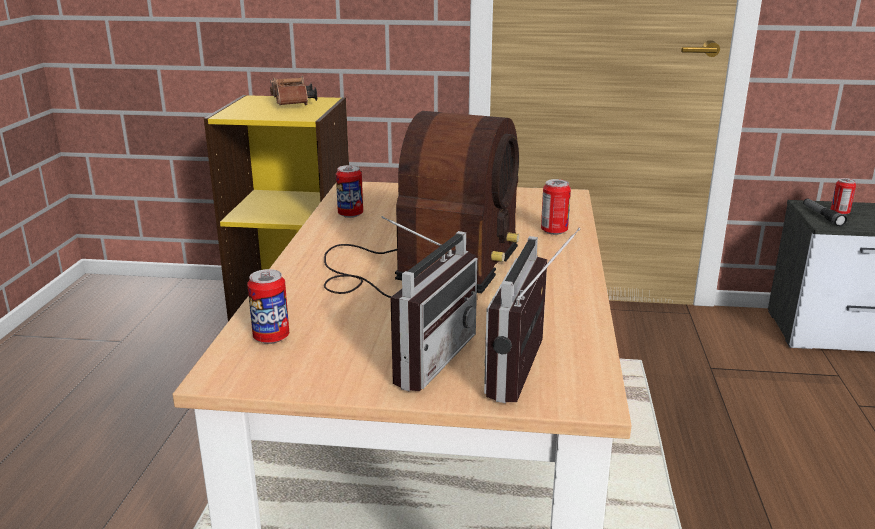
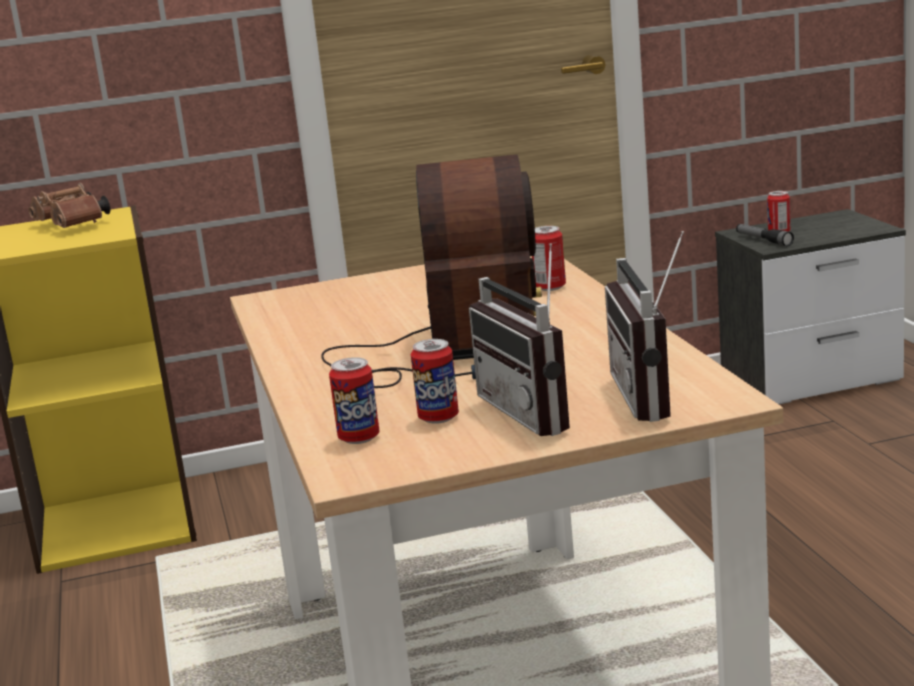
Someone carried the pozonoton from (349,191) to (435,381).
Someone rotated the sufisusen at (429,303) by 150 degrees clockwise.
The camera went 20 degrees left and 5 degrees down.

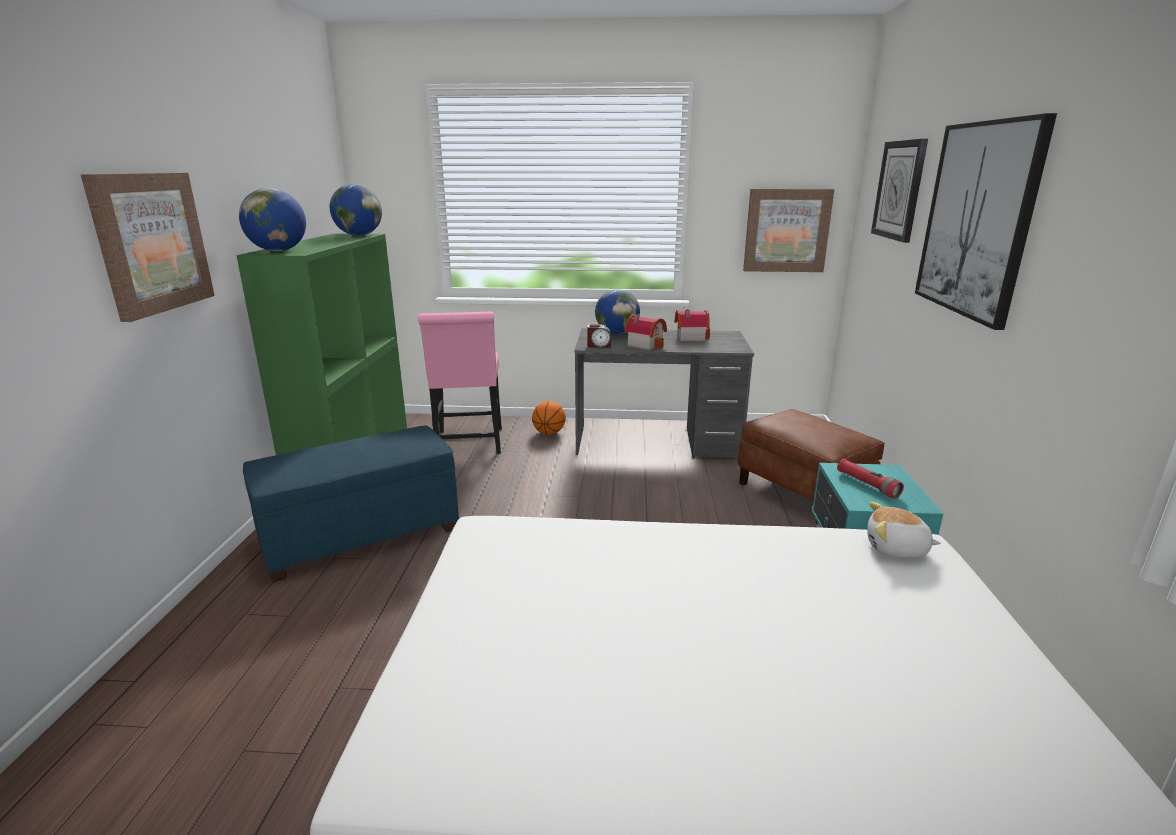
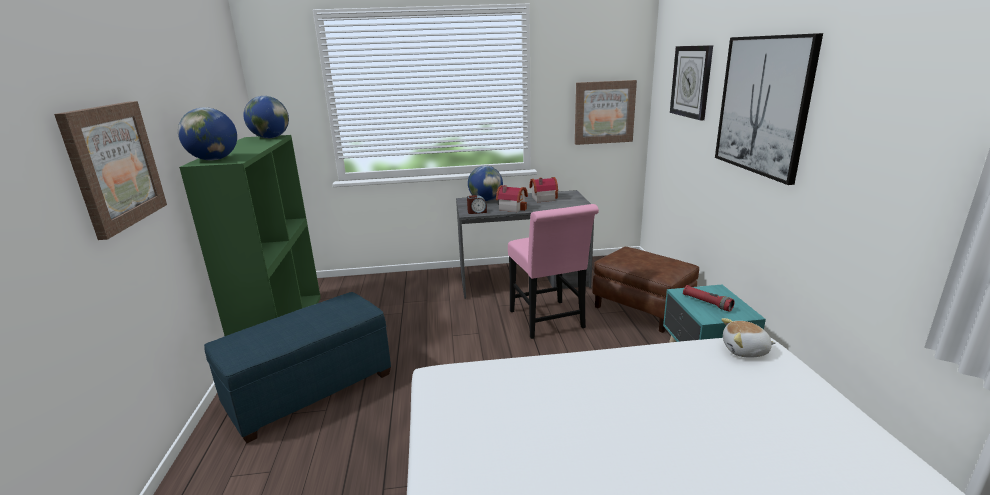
Someone took away the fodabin at (549,418).
Someone carried the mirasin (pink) from (460,383) to (553,271).
The camera went 10 degrees left and 0 degrees up.

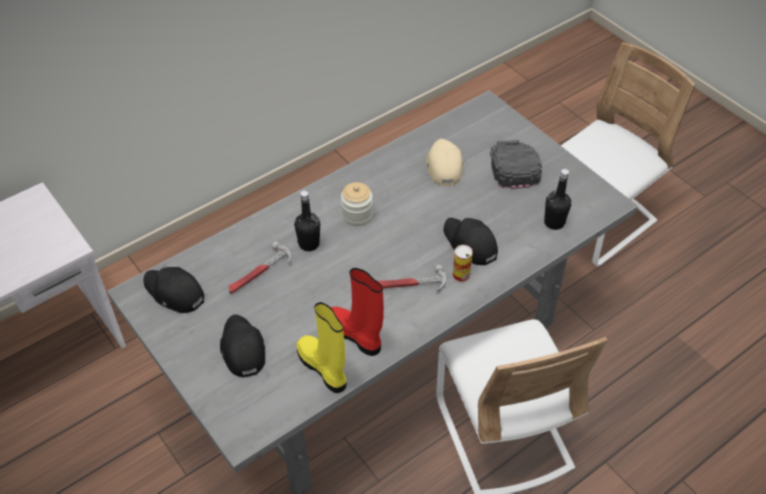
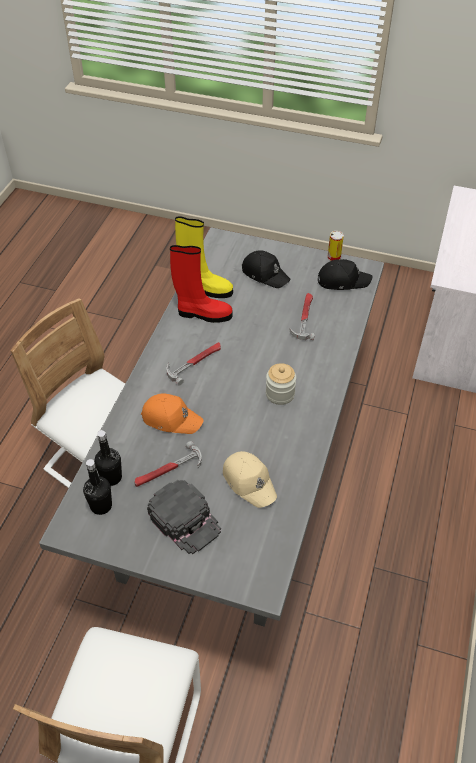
Someone put down the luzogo at (168,464).
Someone carried the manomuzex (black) from (307,220) to (97,487).
Someone carried the pozonoton from (463,264) to (335,246).
Someone repainted the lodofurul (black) at (471,241), which became the lodofurul (orange) at (172,413).
The camera went 145 degrees right and 0 degrees up.

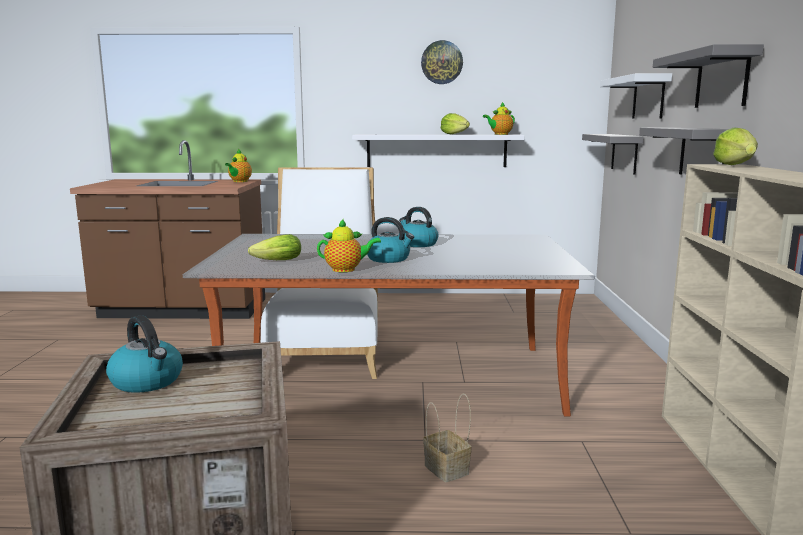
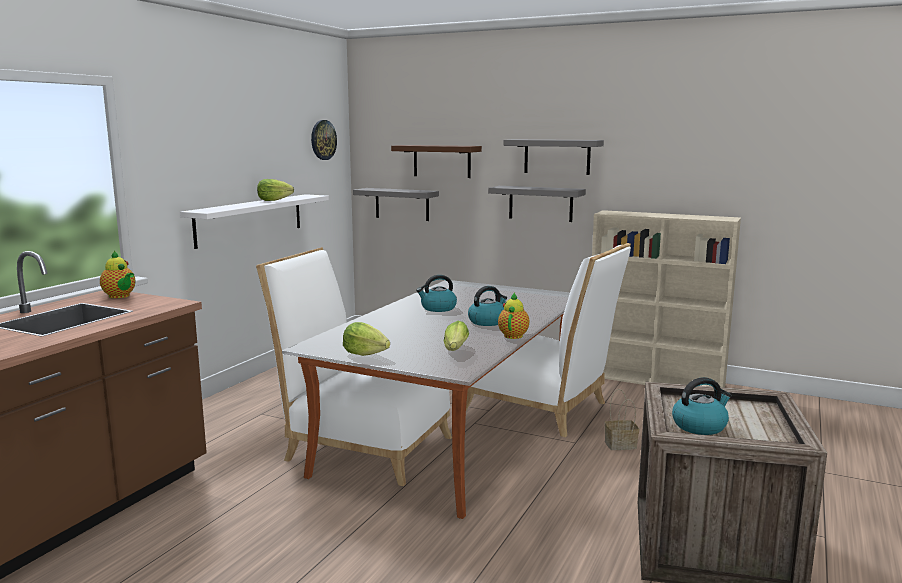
Someone took away the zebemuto at (499,118).
Someone put down the mirasin (white) at (548,340).
Someone carried the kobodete from (442,62) to (324,140).
Someone carried the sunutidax from (735,146) to (366,339).
Someone repainted the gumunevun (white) at (636,96), which became the gumunevun (brown) at (436,161).
The camera went 65 degrees left and 0 degrees up.

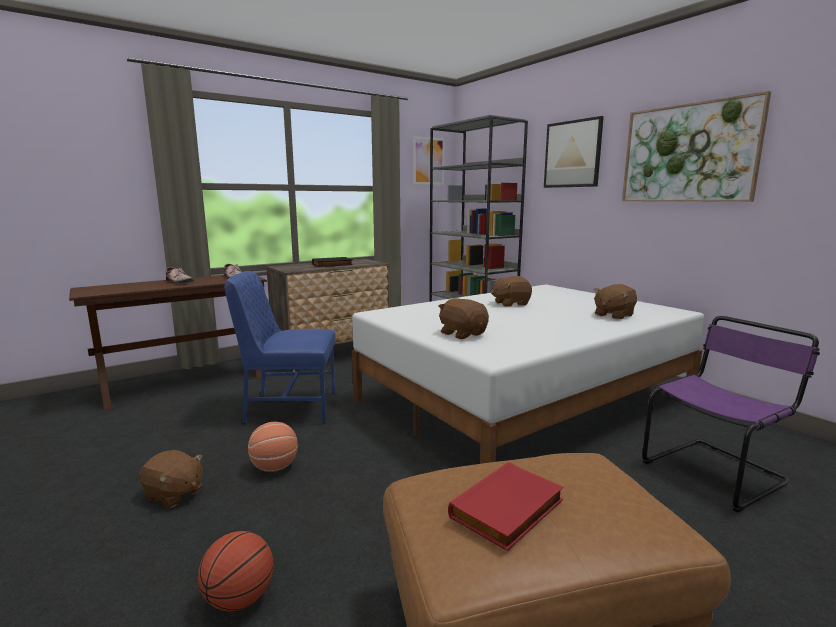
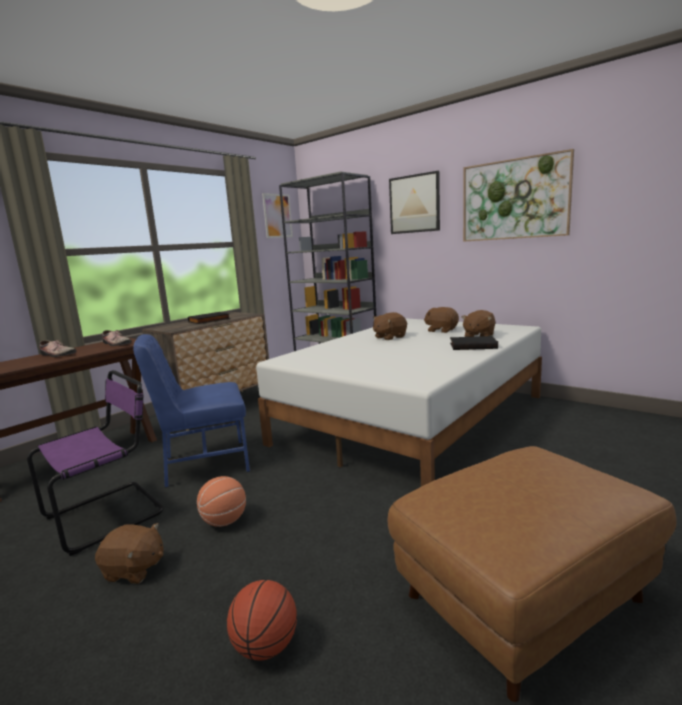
Someone took away the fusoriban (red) at (506,506).
Someone put down the fusoriban (black) at (474,343).
Someone carried the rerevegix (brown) from (463,318) to (441,320).
Someone carried the mirasin (purple) from (731,414) to (95,463).
The camera went 15 degrees left and 0 degrees up.

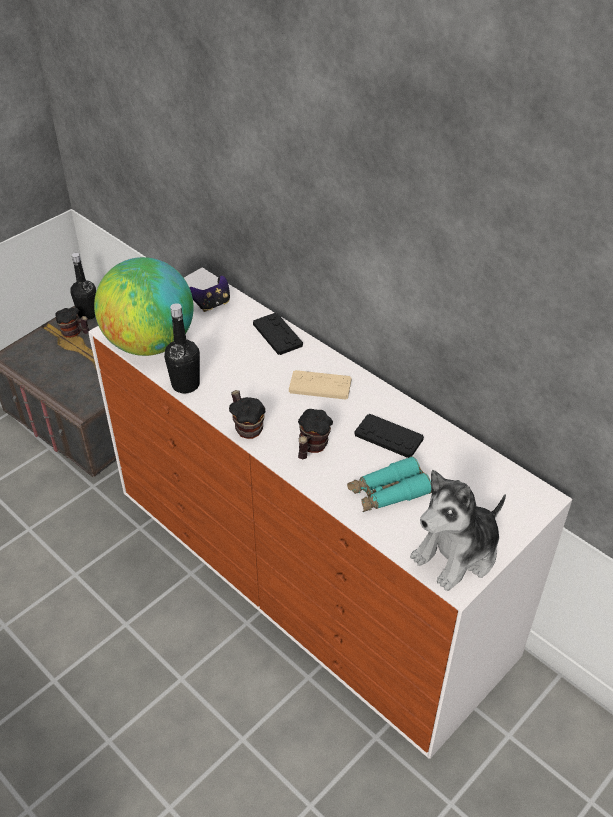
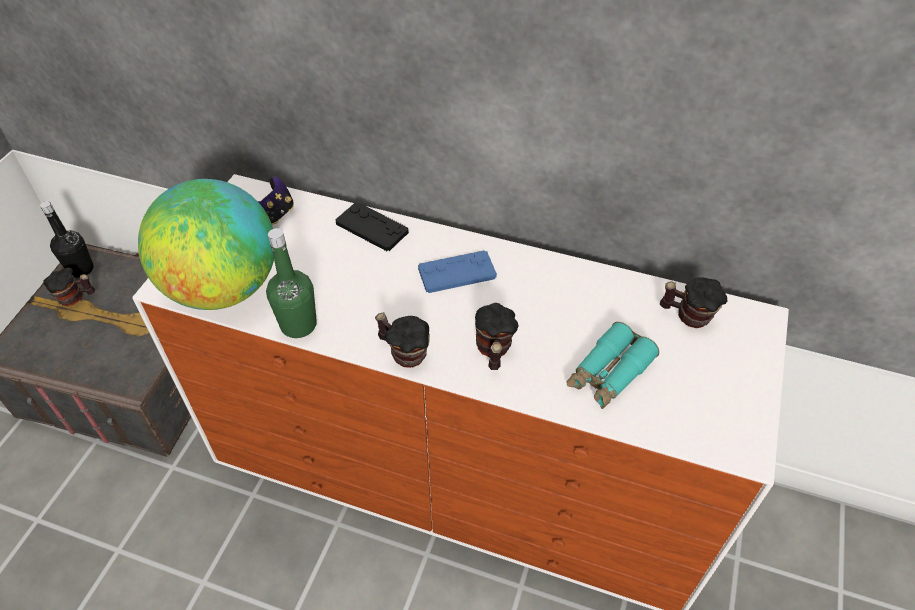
Someone took away the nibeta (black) at (389,436).
Someone took away the rerevegix at (458,530).
Someone put down the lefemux at (693,302).
Someone repainted the manomuzex (black) at (182,348), which became the manomuzex (green) at (291,283).
Someone repainted the nibeta (beige) at (320,385), which became the nibeta (blue) at (457,271).
The camera went 25 degrees left and 5 degrees up.

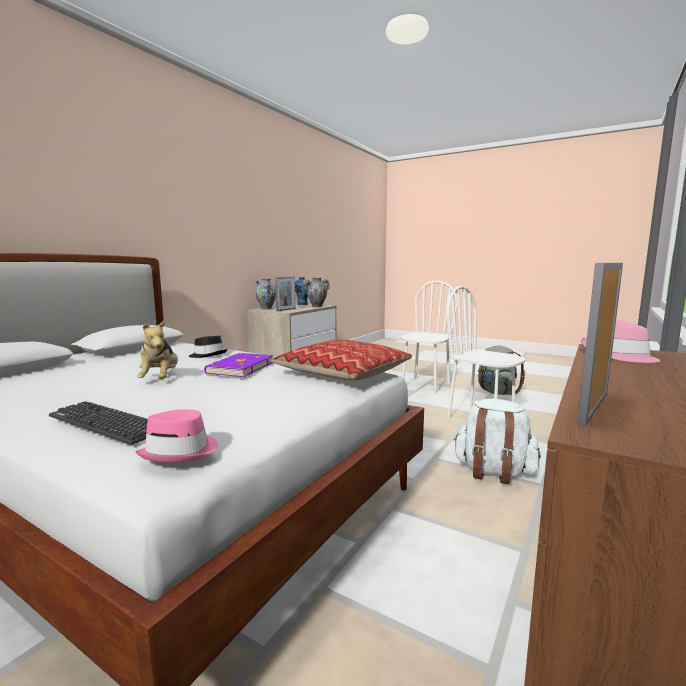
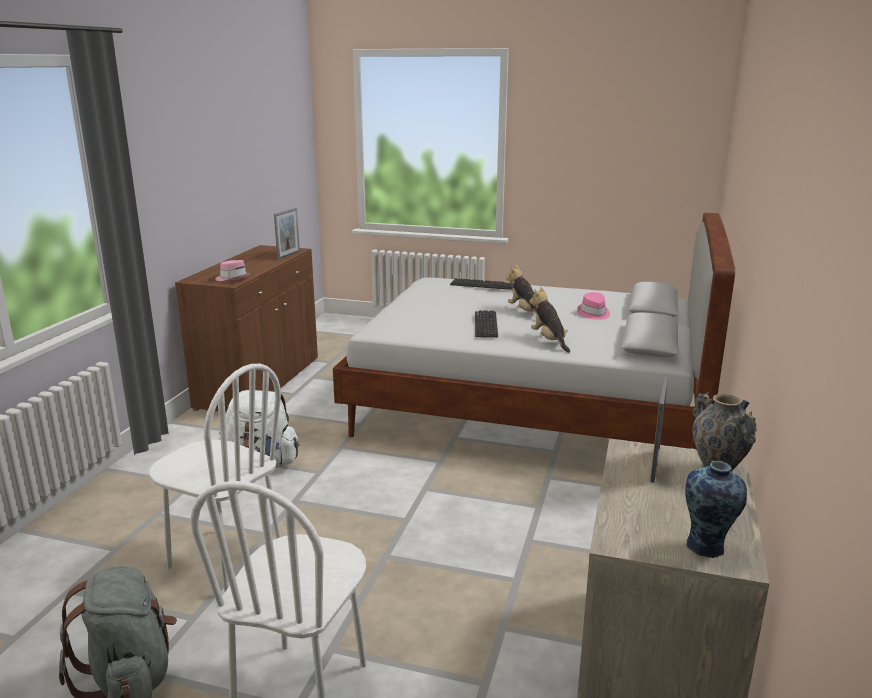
Someone took away the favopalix at (341,360).
Someone took away the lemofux at (317,292).
Someone carried the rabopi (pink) from (176,436) to (593,306).
Someone swapped the rabopi (black) at (208,346) for the rerevegix at (550,320).
Someone swapped the fusoriban (purple) at (239,365) for the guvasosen at (486,324).
The camera went 165 degrees right and 10 degrees up.

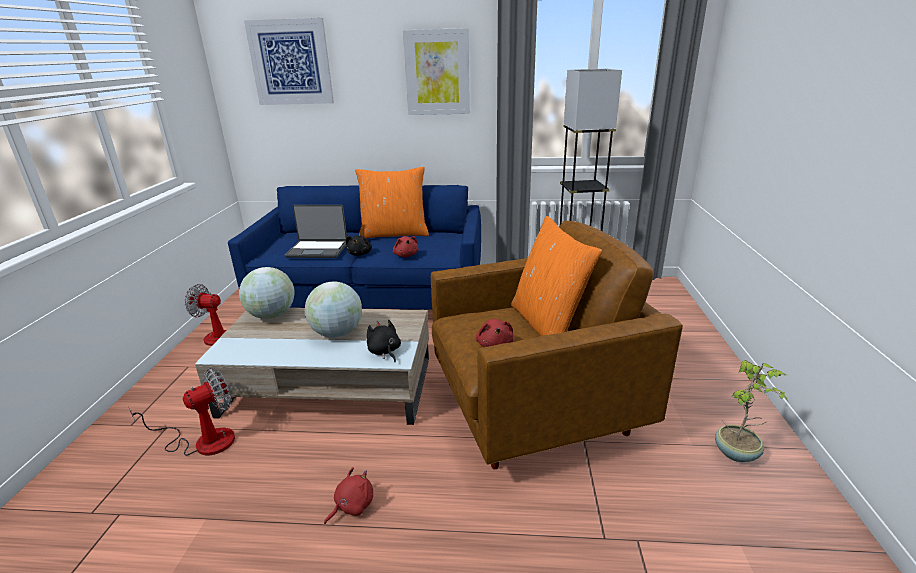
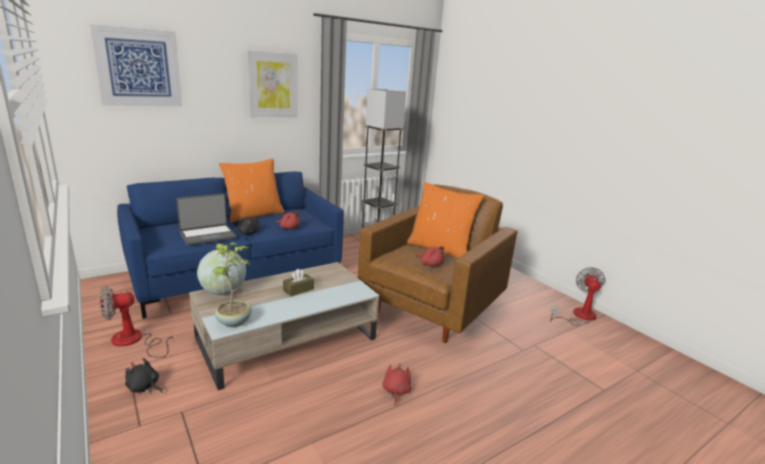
Someone carried the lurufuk from (182,412) to (577,296).
Someone carried the rerevegix (black) from (384,341) to (144,376).
Someone carried the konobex from (751,411) to (231,284).
Someone swapped the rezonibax at (333,310) for the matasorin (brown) at (298,282).
The camera went 40 degrees left and 5 degrees down.

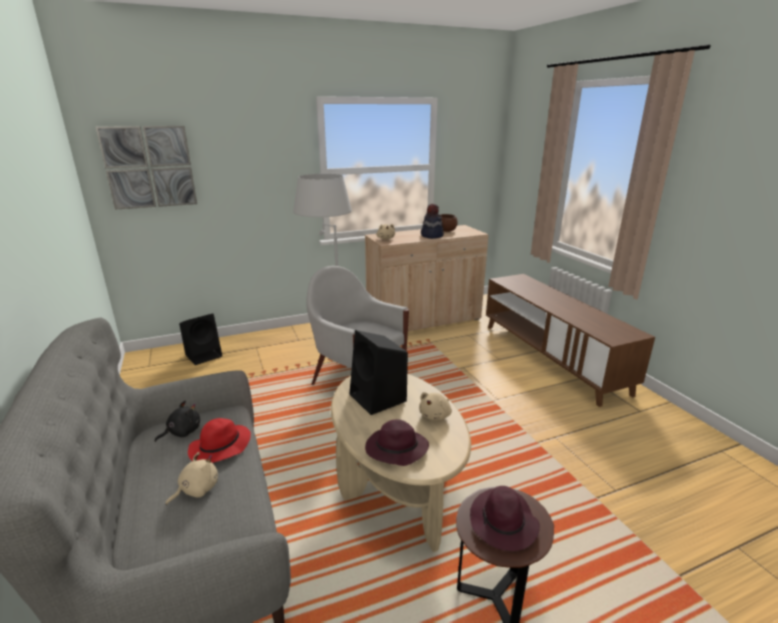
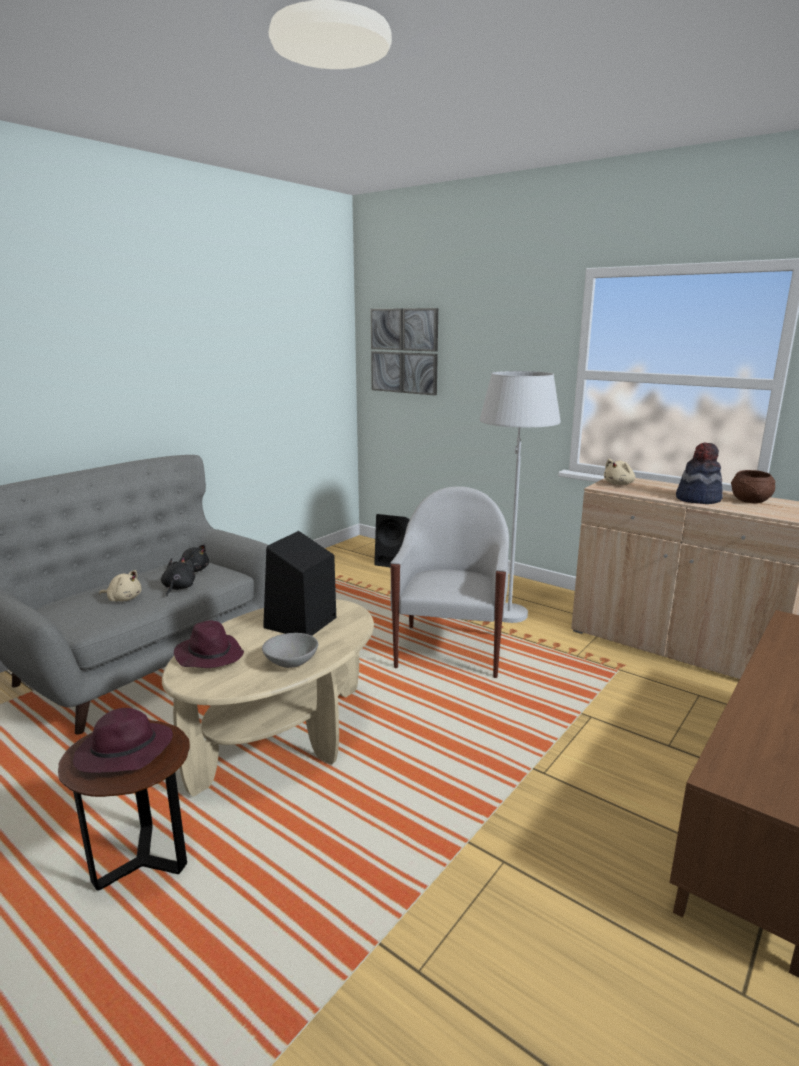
Someone swapped the rabopi (red) at (219,440) for the rerevegix (black) at (178,577).
Someone swapped the rerevegix (beige) at (435,406) for the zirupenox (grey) at (290,650).
The camera went 60 degrees right and 5 degrees down.

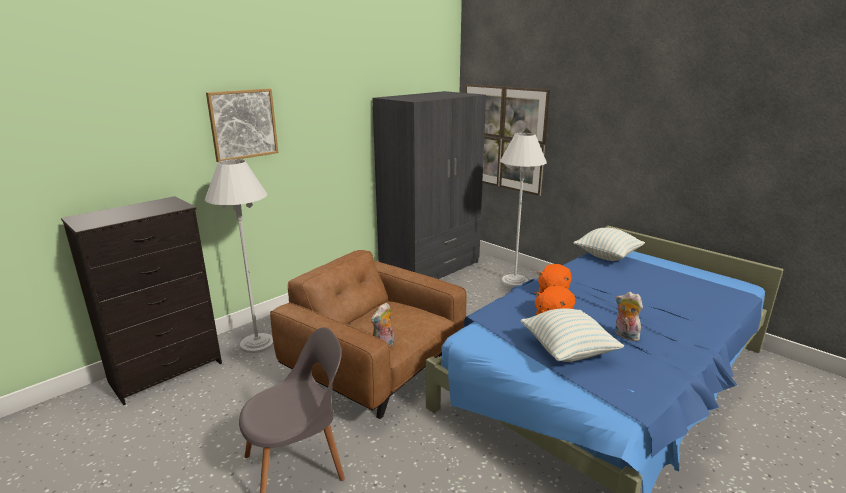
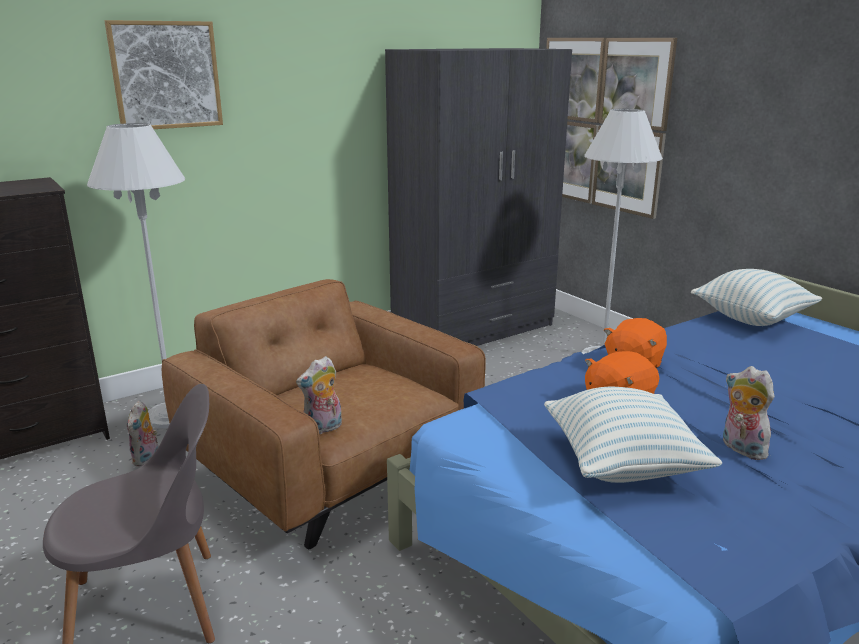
Someone put down the rerevegix at (142,433).
The camera went 10 degrees right and 0 degrees up.

